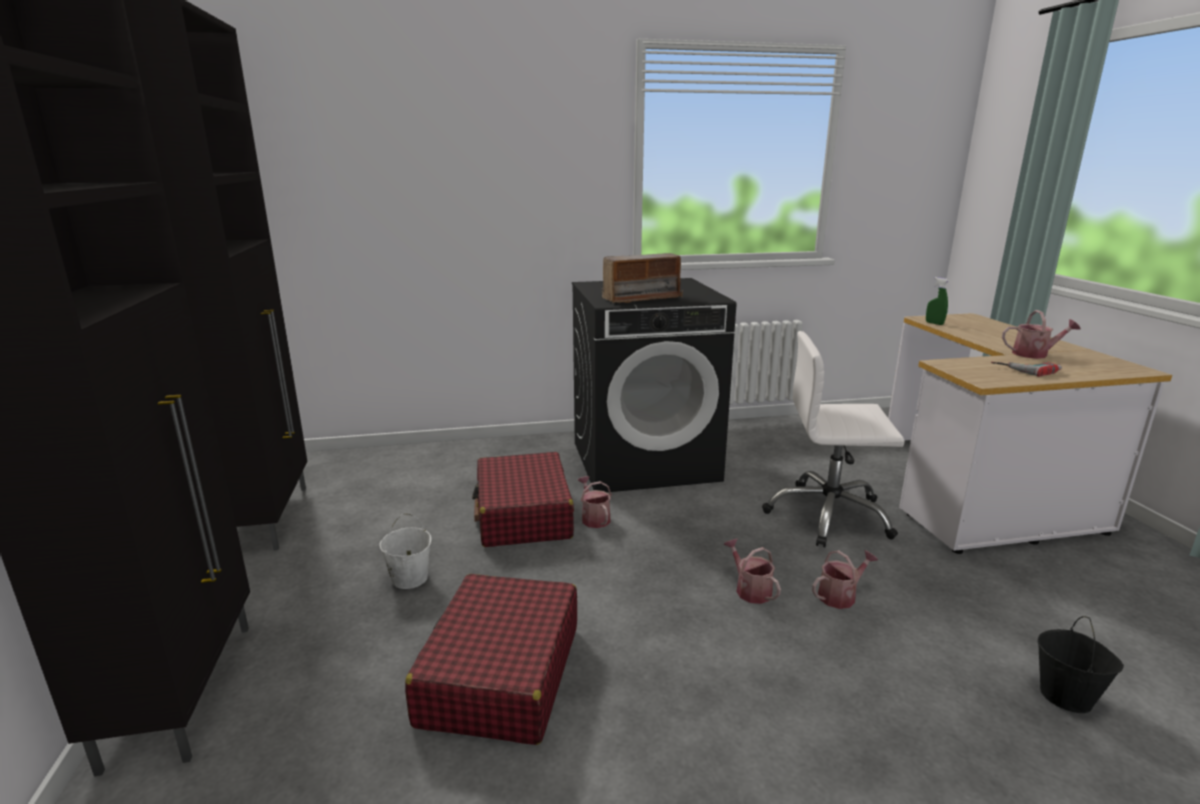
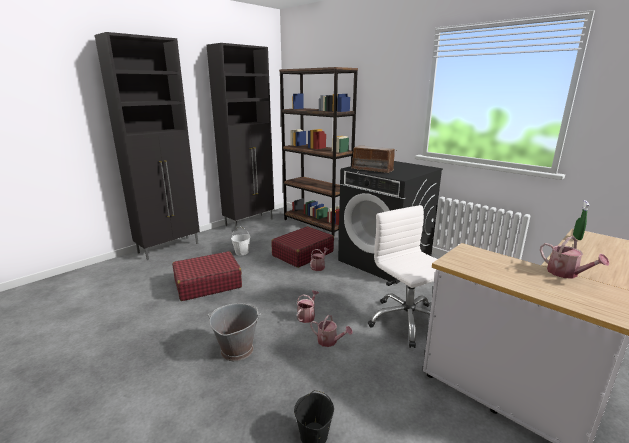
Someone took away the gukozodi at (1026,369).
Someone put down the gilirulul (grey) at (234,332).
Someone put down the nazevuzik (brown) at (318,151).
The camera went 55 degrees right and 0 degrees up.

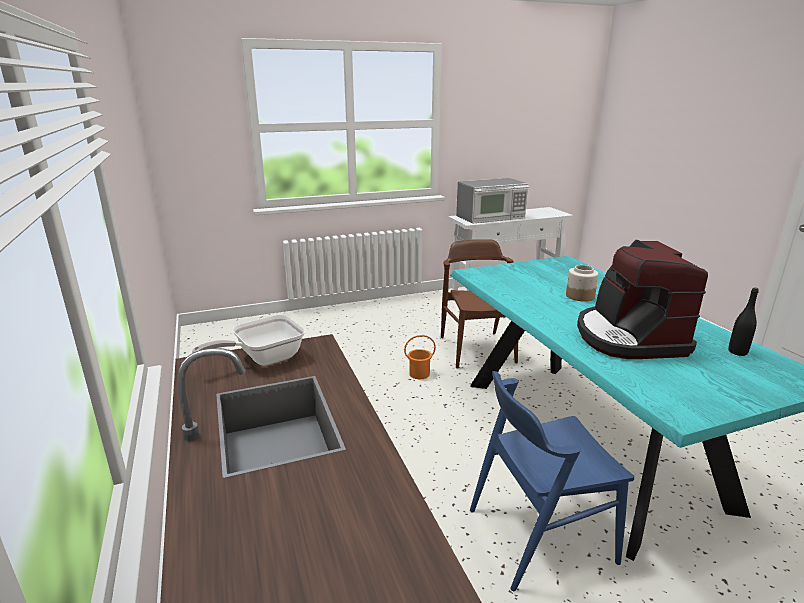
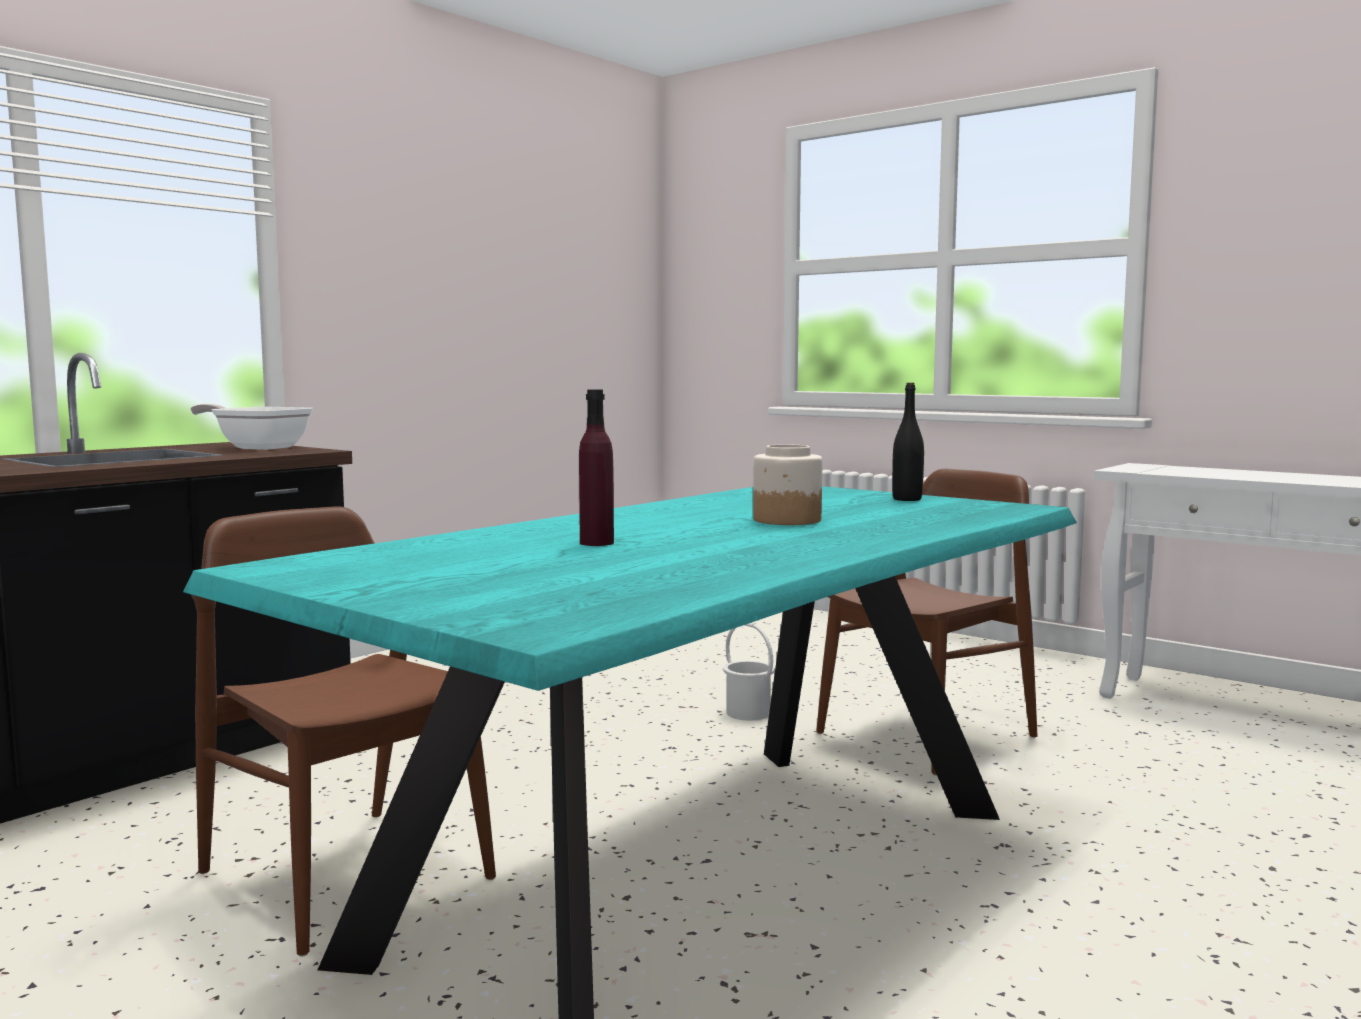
Someone took away the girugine at (492,201).
Someone carried the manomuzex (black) from (743,321) to (908,442).
Someone swapped the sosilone at (642,299) for the manomuzex (purple) at (596,467).
Someone repainted the gilirulul (orange) at (420,357), which became the gilirulul (white) at (749,671).
Someone repainted the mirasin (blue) at (552,481), which became the mirasin (brown) at (343,731).
The camera went 60 degrees right and 15 degrees down.

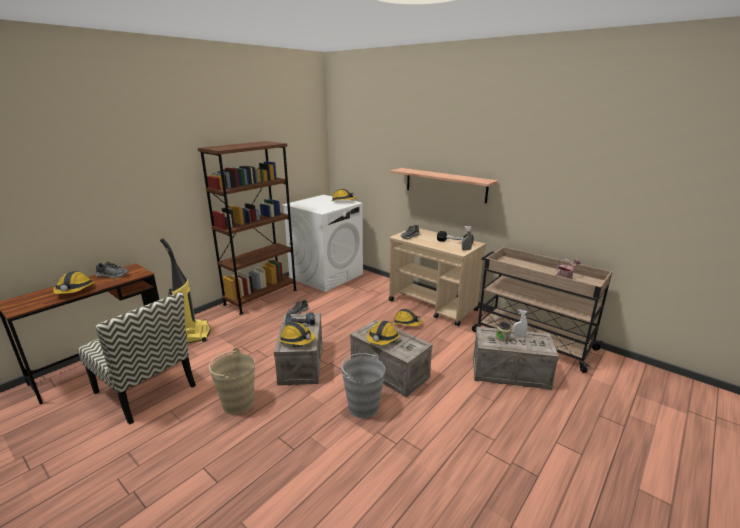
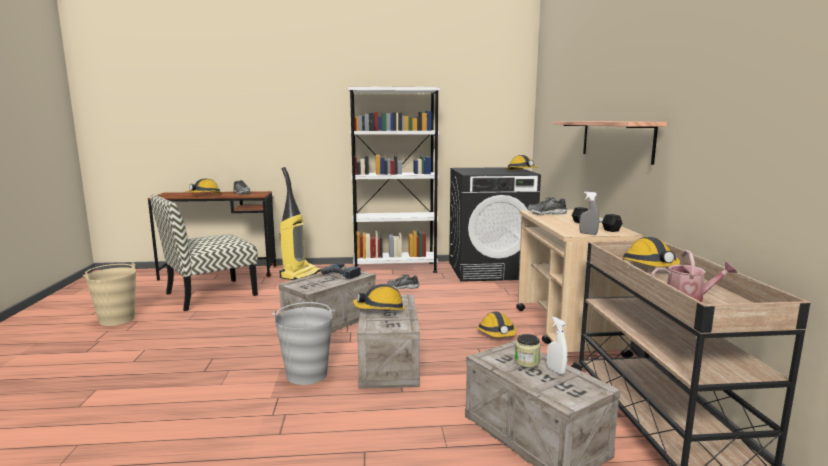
Someone carried the gilirulul (beige) from (232,381) to (109,294).
Someone carried the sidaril from (297,333) to (650,252).
Someone repainted the nazevuzik (brown) at (247,228), which became the nazevuzik (white) at (394,179).
Someone repainted the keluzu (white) at (322,243), which became the keluzu (black) at (495,224).
Someone rotated the mirasin at (137,358) by 60 degrees clockwise.
The camera went 45 degrees right and 10 degrees down.

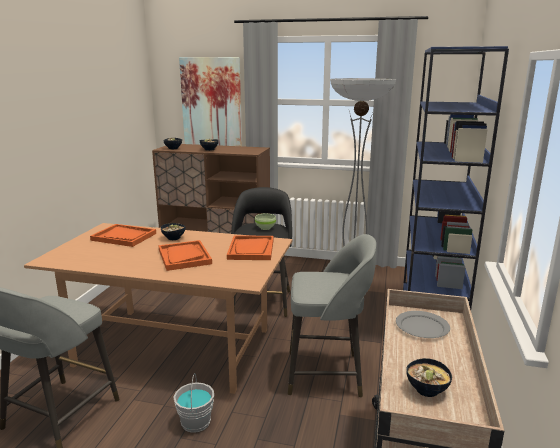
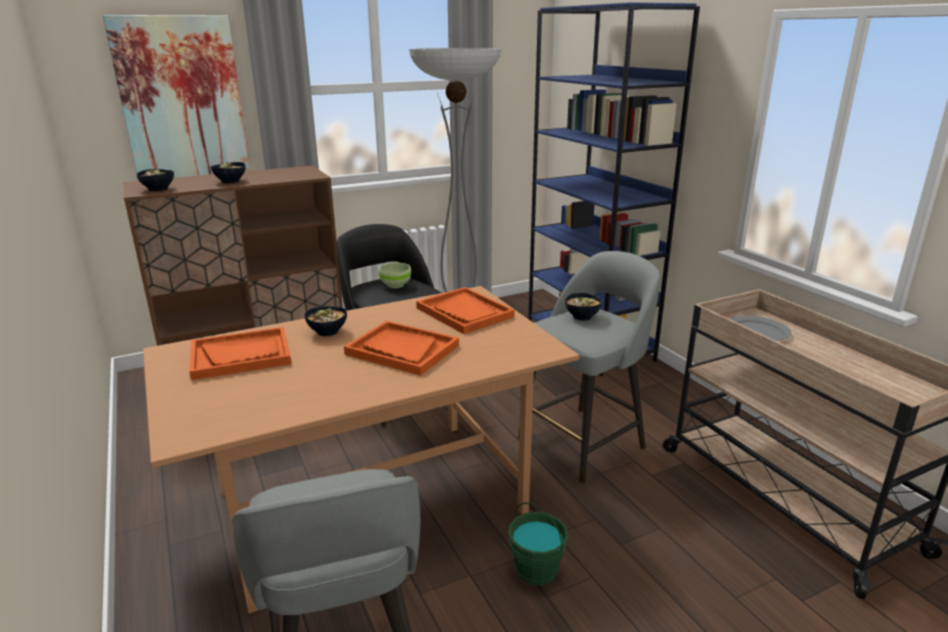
Someone carried the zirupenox from (429,377) to (583,307).
Someone repainted the gilirulul (grey) at (193,403), which became the gilirulul (green) at (538,544).
The camera went 40 degrees left and 5 degrees up.

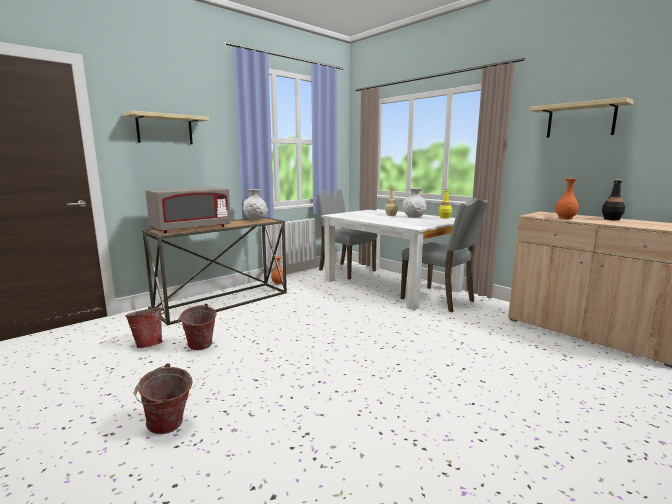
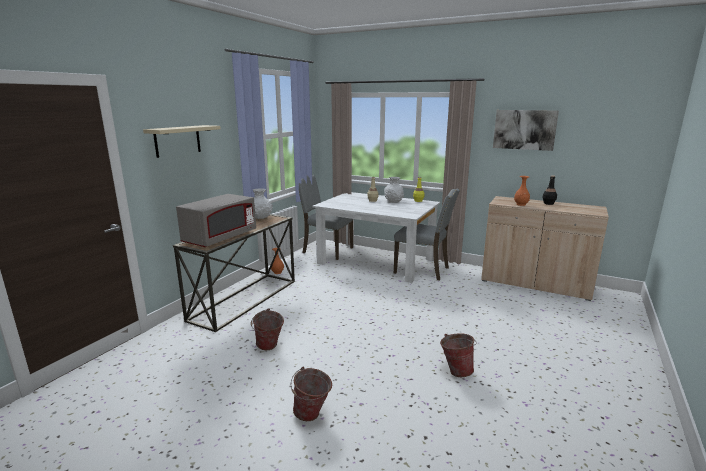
Someone carried the gilirulul from (145,327) to (458,355).
Someone swapped the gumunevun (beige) at (581,117) for the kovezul at (526,130).
The camera went 20 degrees left and 5 degrees up.

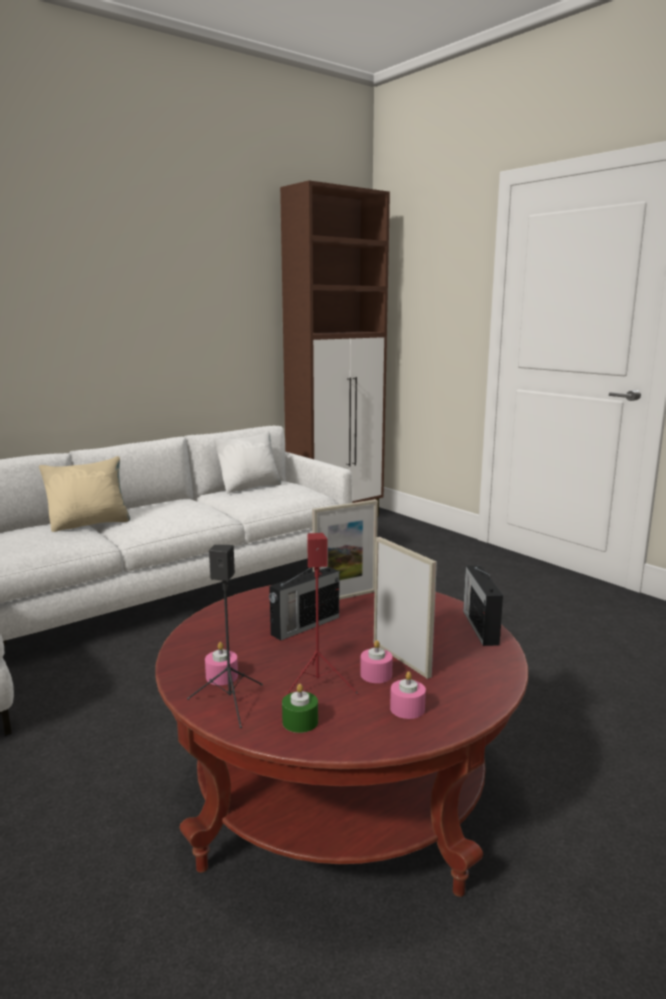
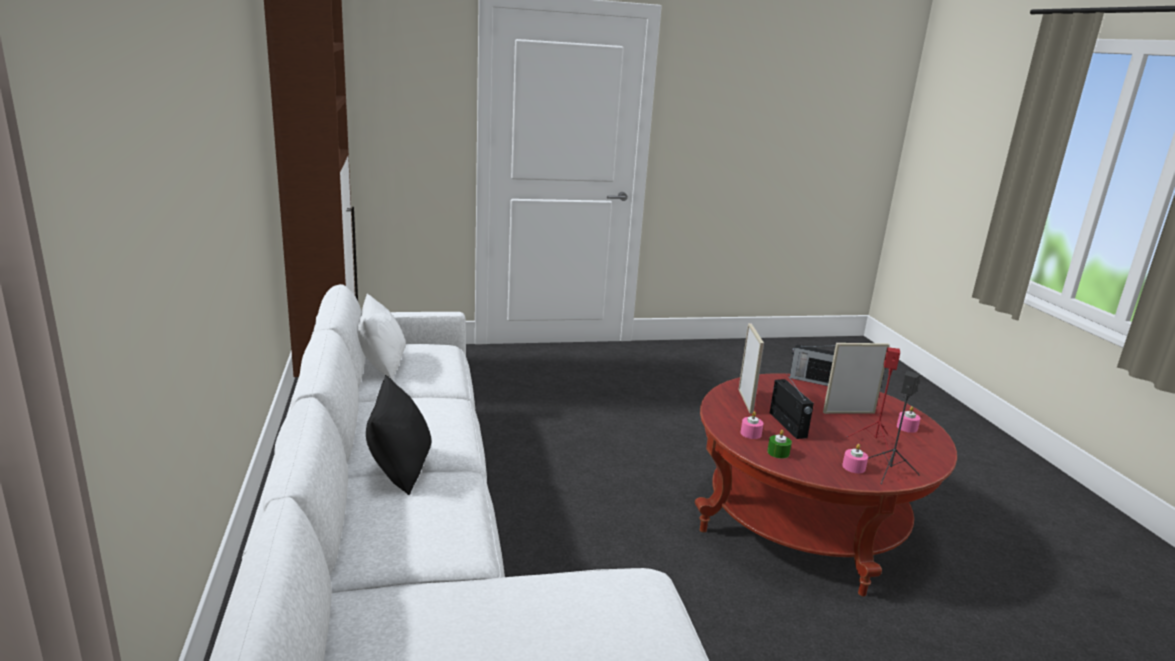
Someone carried the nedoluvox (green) from (300,708) to (779,444).
Someone carried the nedoluvox (pink) from (376,661) to (752,425).
Someone repainted the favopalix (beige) at (84,494), which became the favopalix (black) at (399,435).
The camera went 65 degrees left and 5 degrees up.

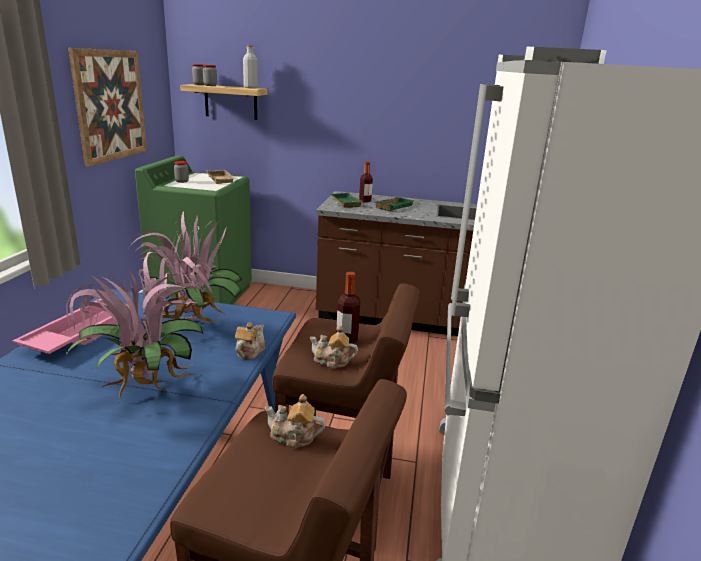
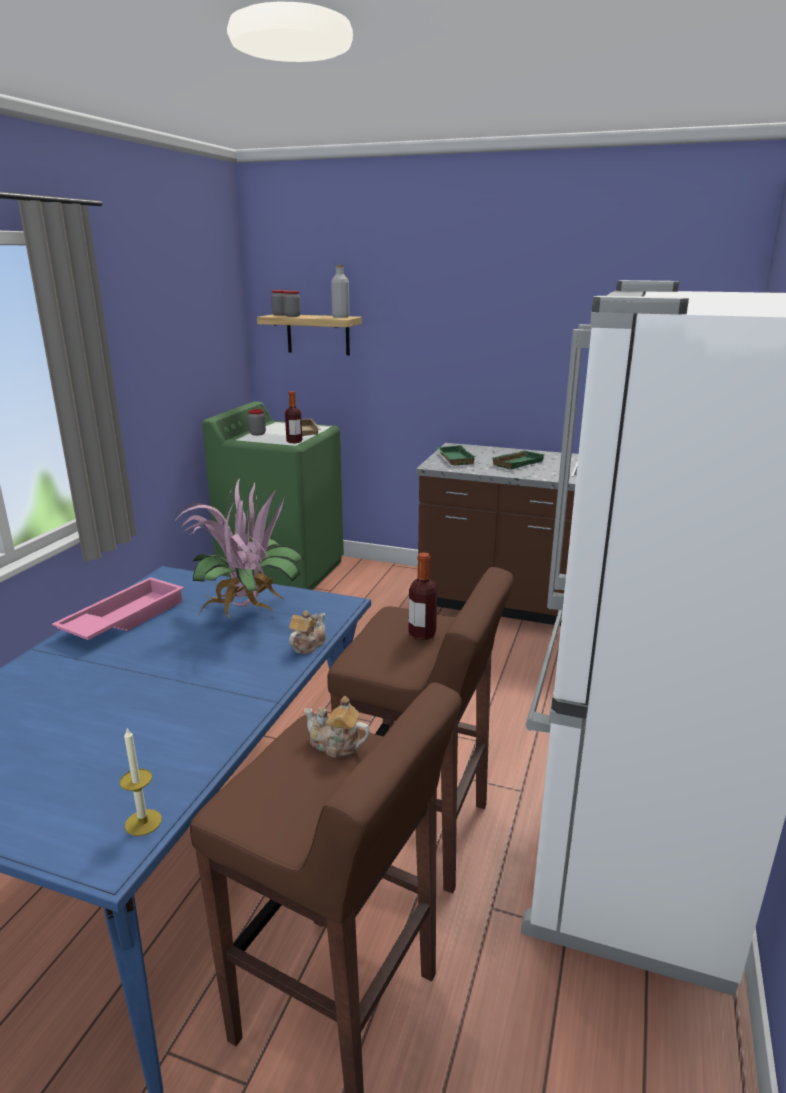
Someone took away the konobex at (134,328).
Someone took away the kovezul at (107,107).
Someone took away the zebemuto at (334,347).
Someone put down the nedoluvox at (141,782).
Someone carried the manomuzex from (366,182) to (293,417).
The camera went 10 degrees right and 0 degrees up.

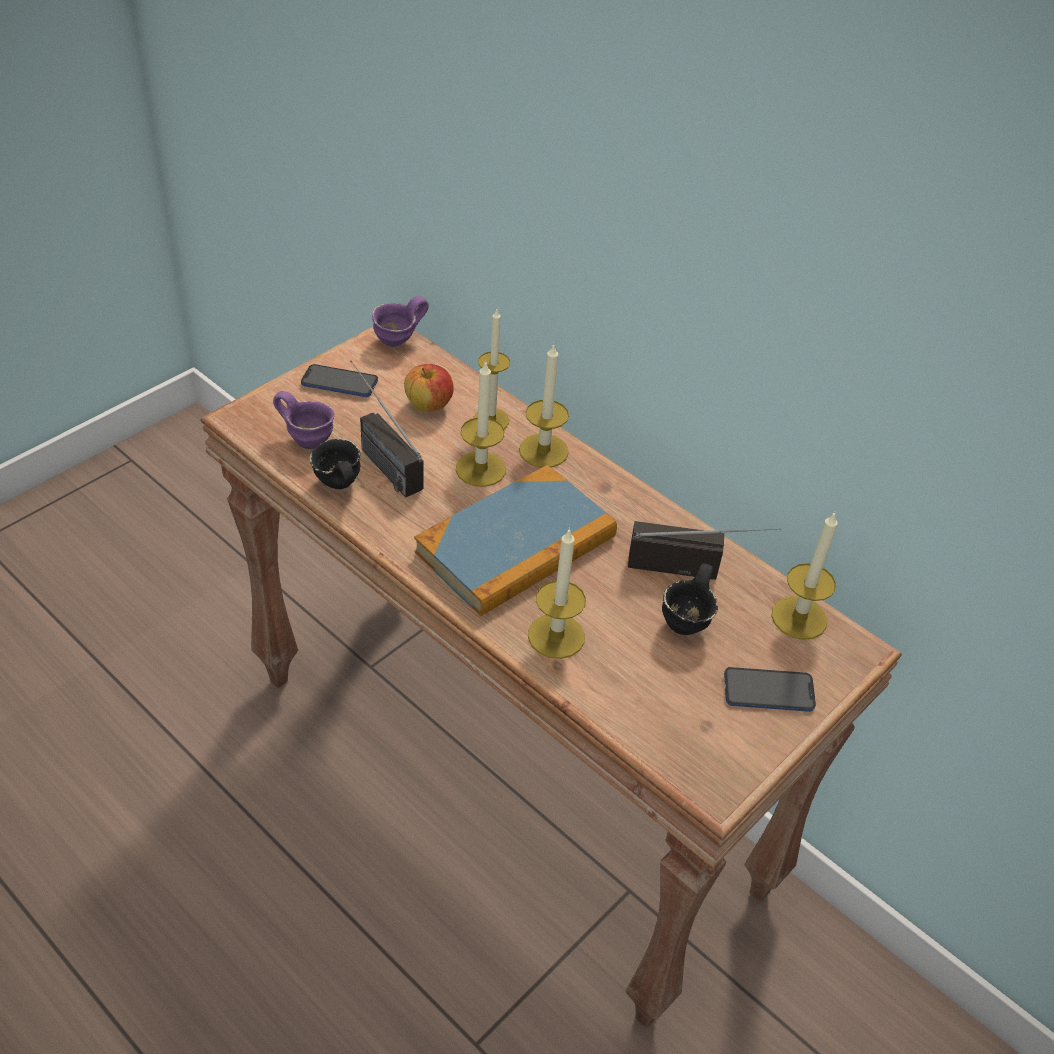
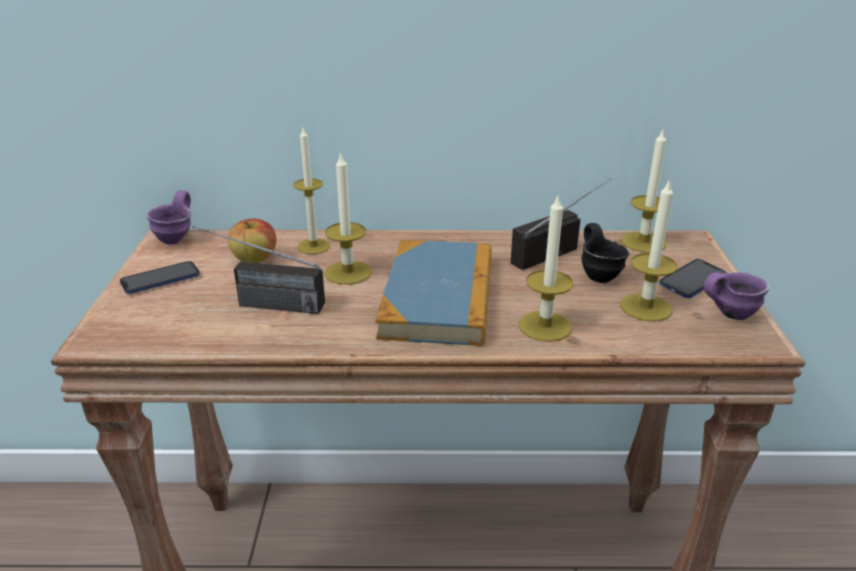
Someone took away the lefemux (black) at (335,464).
Someone carried the lefemux (purple) from (303,420) to (736,296).
Someone carried the nedoluvox from (544,405) to (648,250).
The camera went 40 degrees left and 15 degrees down.

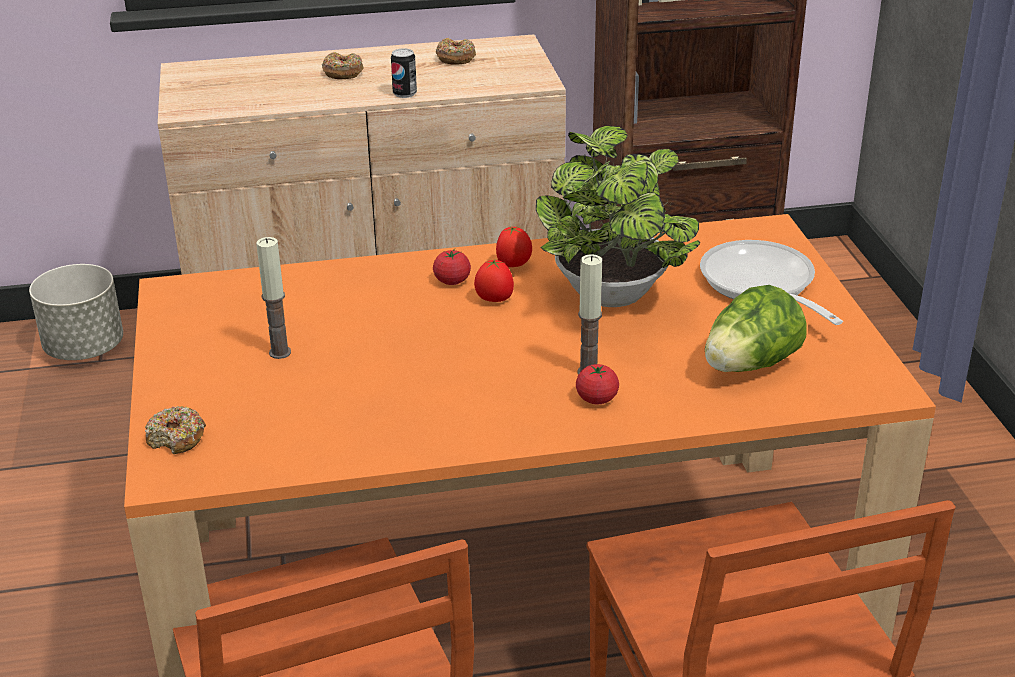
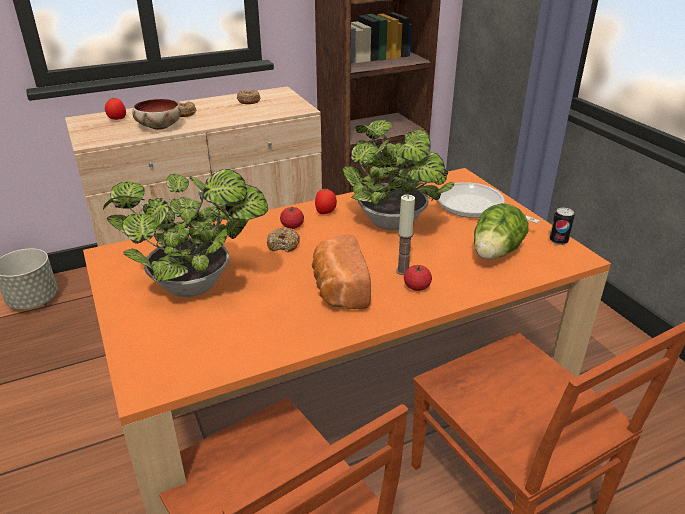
Someone put down the zirupenox at (156,114).
Someone put down the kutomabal at (341,271).
Someone carried the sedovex from (175,430) to (283,240).
Someone carried the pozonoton from (404,73) to (562,226).
Someone carried the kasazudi from (494,280) to (115,109).
Someone swapped the nedoluvox at (273,298) for the konobex at (185,233).
The camera went 15 degrees left and 0 degrees up.

